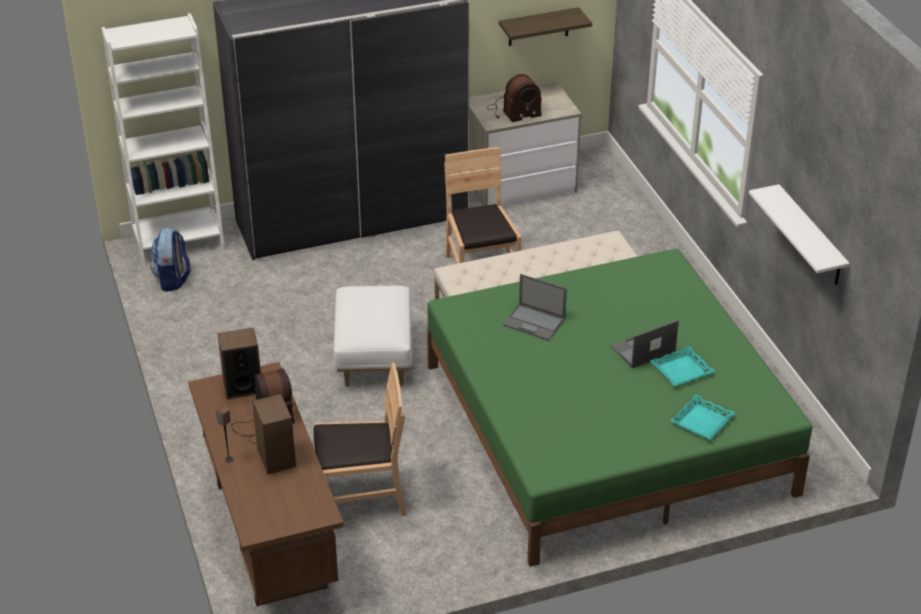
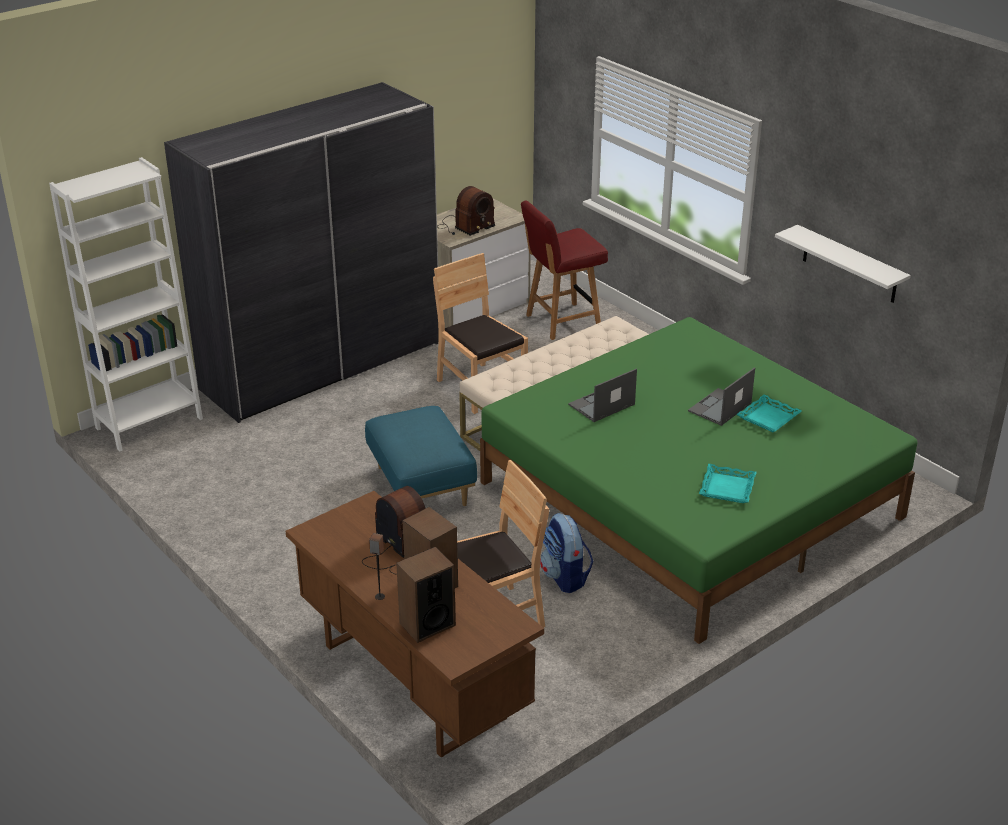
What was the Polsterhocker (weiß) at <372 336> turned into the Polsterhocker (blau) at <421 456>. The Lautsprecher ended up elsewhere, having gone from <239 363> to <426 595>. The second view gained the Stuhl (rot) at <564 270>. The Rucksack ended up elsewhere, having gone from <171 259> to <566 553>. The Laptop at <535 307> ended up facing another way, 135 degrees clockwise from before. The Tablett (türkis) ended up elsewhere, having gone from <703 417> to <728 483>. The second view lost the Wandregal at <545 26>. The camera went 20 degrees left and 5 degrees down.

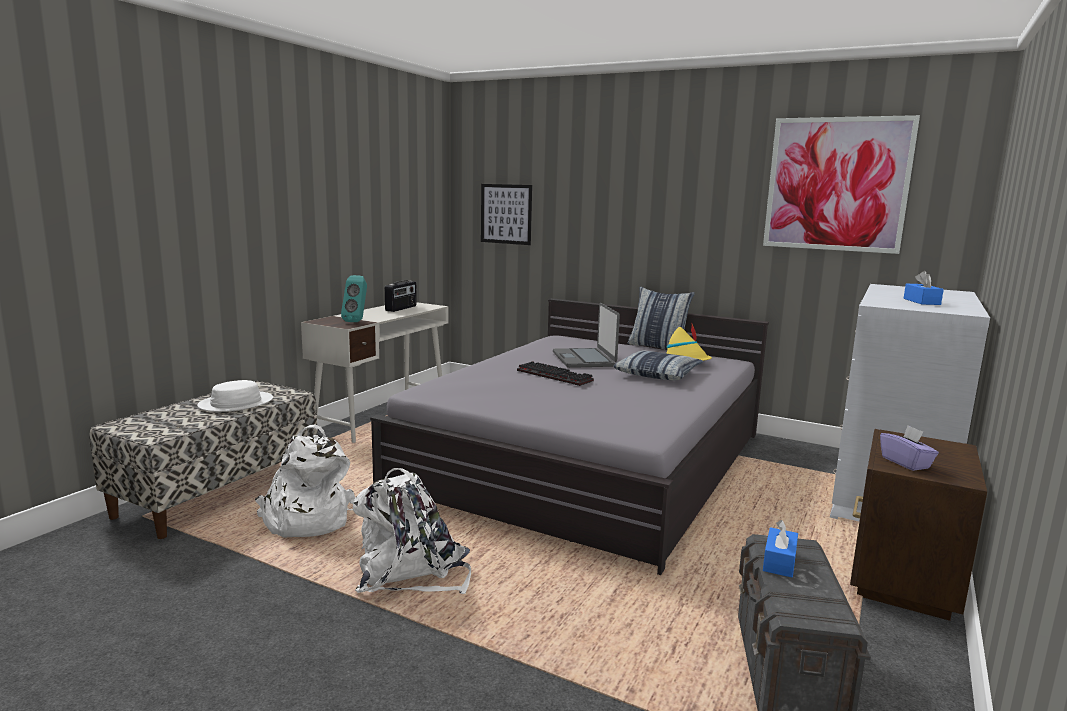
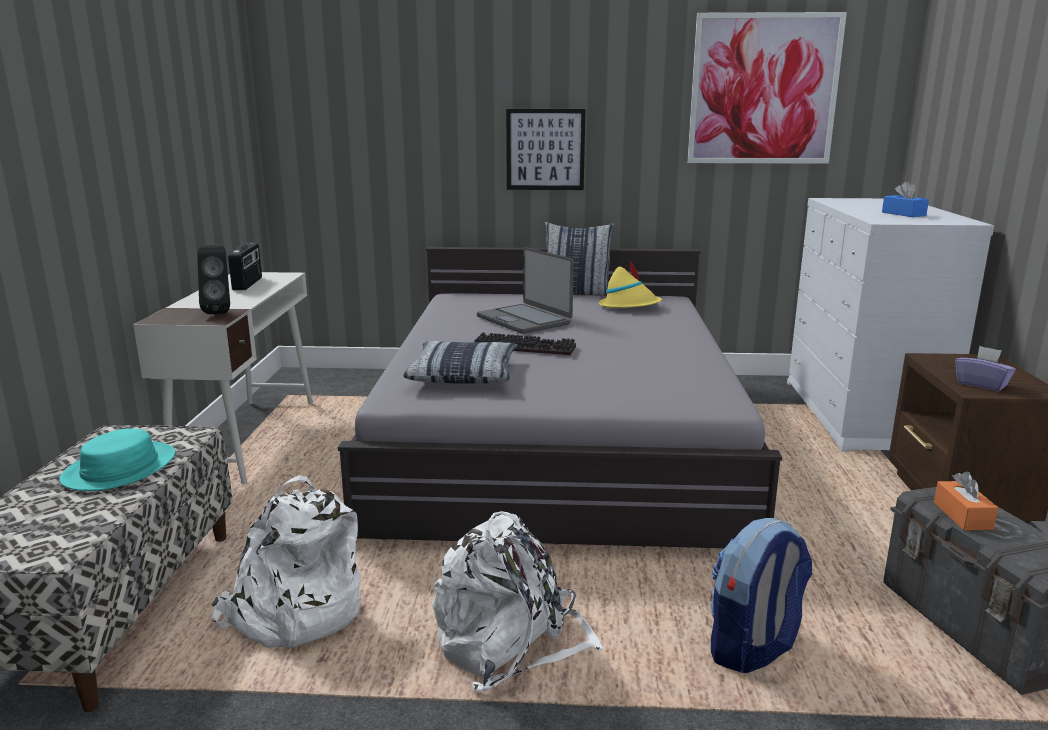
What was the Hut (weiß) at <235 396> turned into the Hut (türkis) at <117 460>. What was the Lautsprecher (türkis) at <354 298> turned into the Lautsprecher (schwarz) at <213 279>. The Kissen ended up elsewhere, having gone from <658 365> to <460 362>. The Bild ended up elsewhere, having gone from <506 214> to <545 149>. The second view gained the Rucksack at <761 595>. What was the Taschentuchbox (blau) at <780 549> turned into the Taschentuchbox (orange) at <966 501>. The camera went 25 degrees left and 5 degrees up.

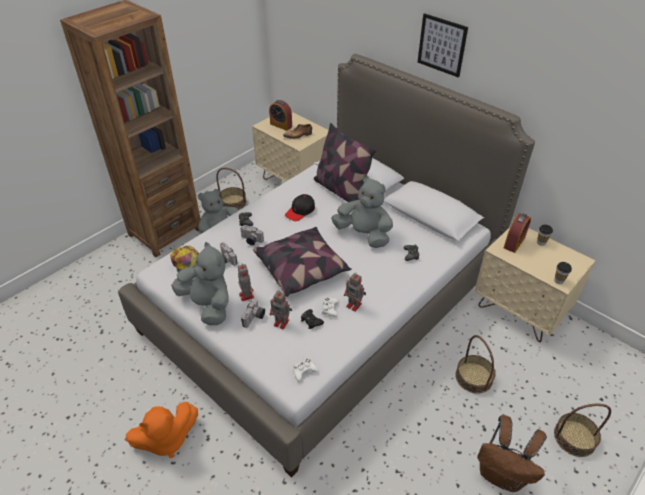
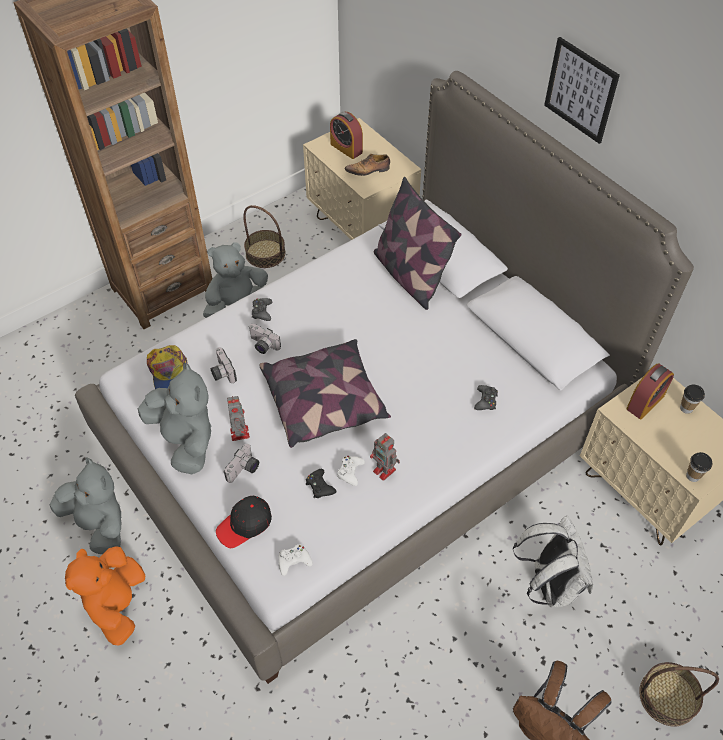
The Plüschtier (grau) ended up elsewhere, having gone from <362 211> to <85 505>. The Plüschtier (orange) at <162 430> ended up facing another way, 105 degrees clockwise from before. The Kappe (schwarz) ended up elsewhere, having gone from <300 207> to <244 522>. Where the Korb stood at <475 364>, the Rucksack (weiß) came to stand at <553 561>. The second view lost the Spielzeugroboter at <281 309>. The camera went 10 degrees right and 10 degrees up.

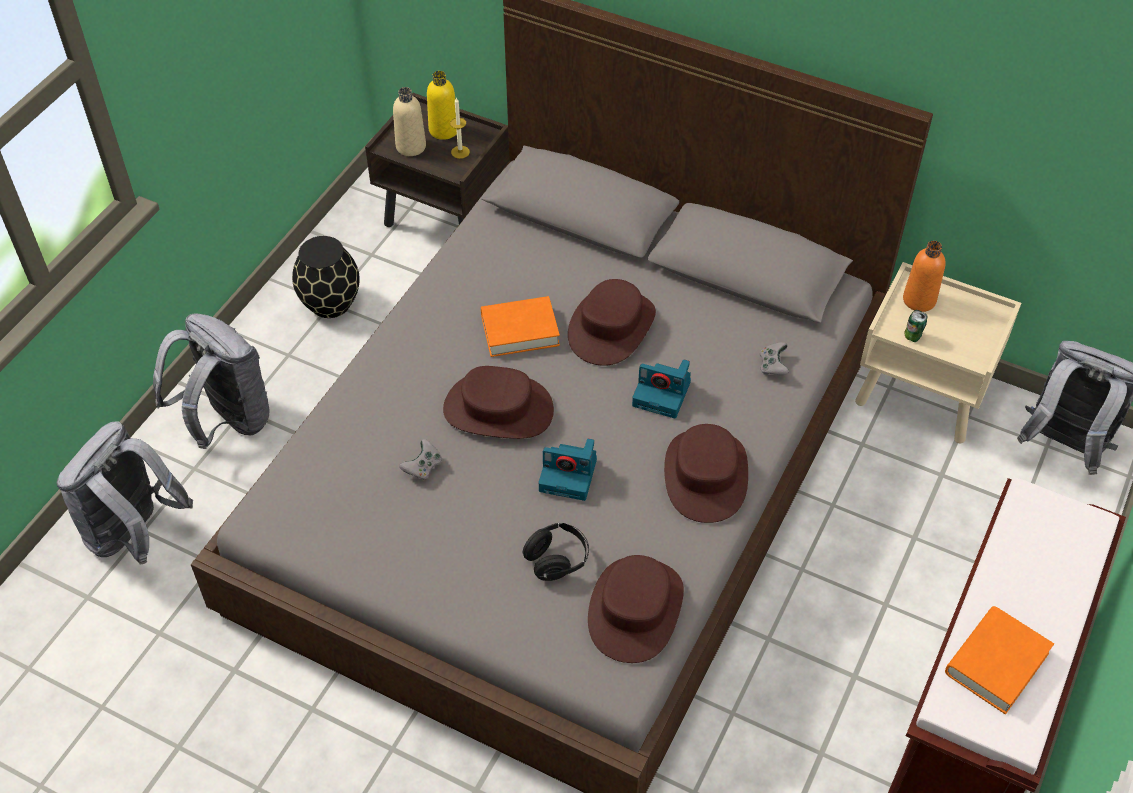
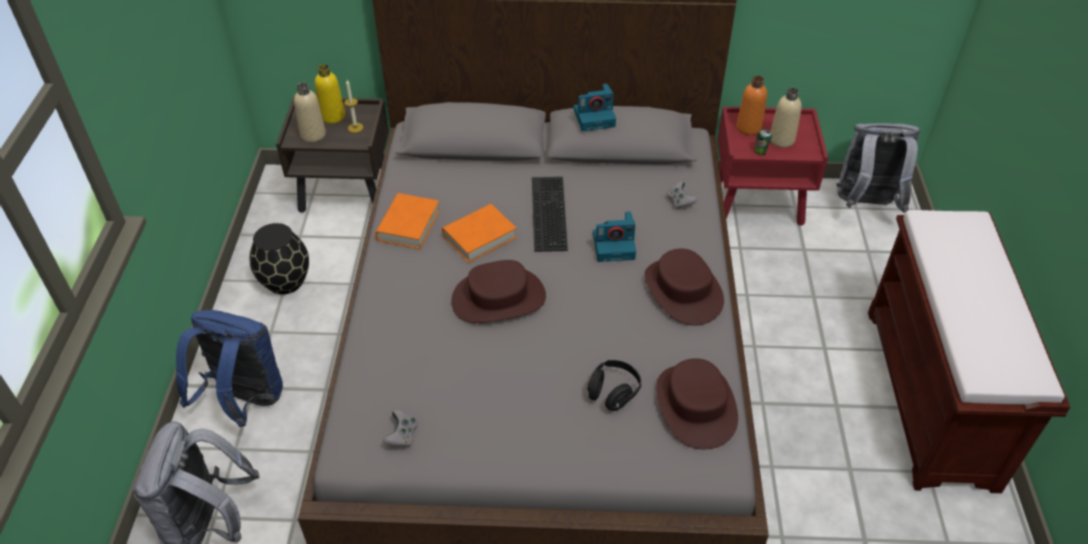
What was the Rucksack (grau) at <211 381> turned into the Rucksack (blau) at <229 368>. The Buch (orange) ended up elsewhere, having gone from <999 660> to <407 221>. The Gamepad (grau) ended up elsewhere, having gone from <420 459> to <400 428>. Where the Hut (braun) stood at <612 322>, the Tastatur came to stand at <550 214>. The Kamera ended up elsewhere, having gone from <567 470> to <594 107>. What was the Nachttisch (beige) at <938 352> turned into the Nachttisch (rot) at <772 166>. The second view gained the Flasche (beige) at <786 118>. The camera went 25 degrees left and 5 degrees down.

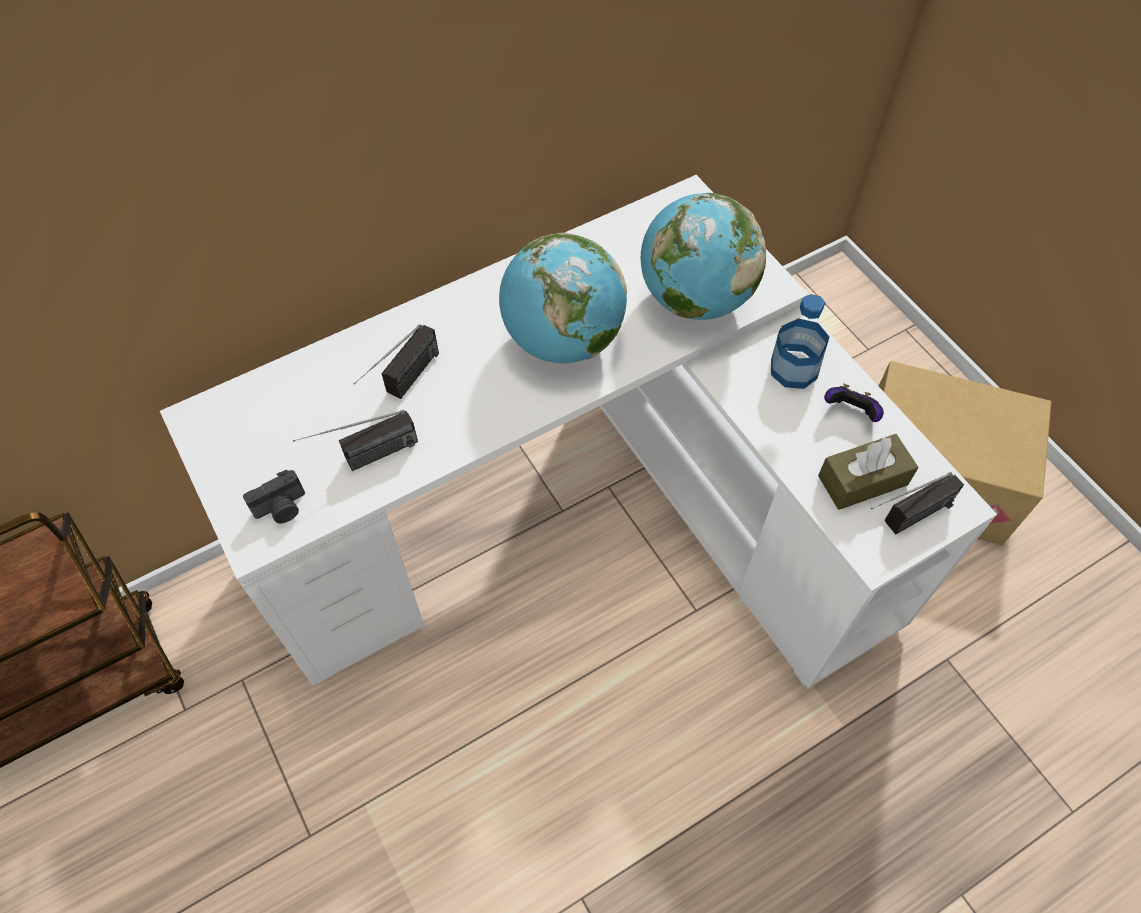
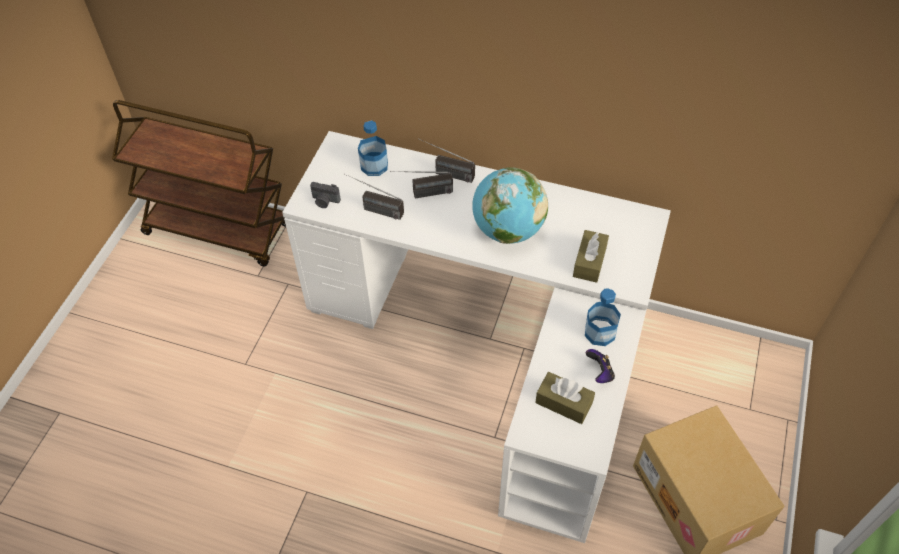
The second view gained the Flasche at <373 148>. The Radio ended up elsewhere, having gone from <917 503> to <446 160>. Where the Globus stood at <703 256>, the Taschentuchbox (braun) came to stand at <591 256>. The camera went 50 degrees right and 5 degrees down.

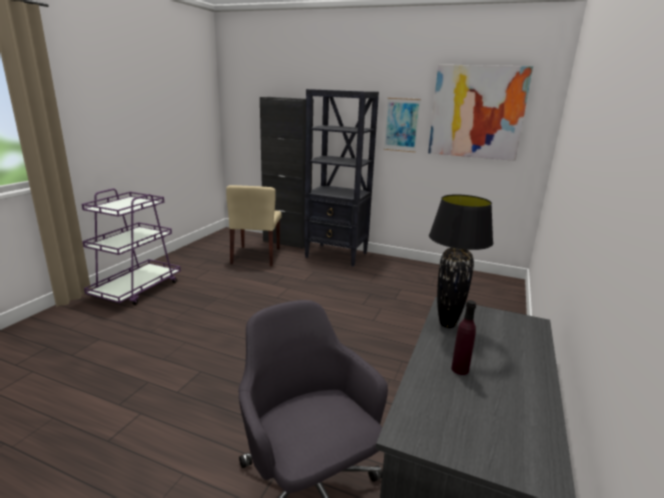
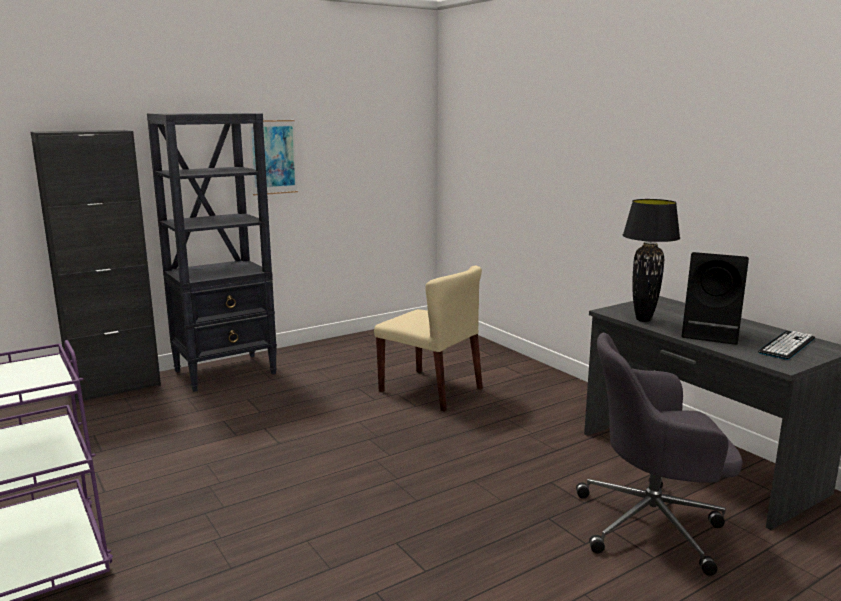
The Stuhl (beige) ended up elsewhere, having gone from <254 225> to <428 338>. Where the Flasche (lila) stood at <463 337>, the Lautsprecher (schwarz) came to stand at <715 298>. The second view gained the Tastatur at <786 345>. The second view lost the Bild at <480 113>. The camera went 55 degrees left and 5 degrees down.

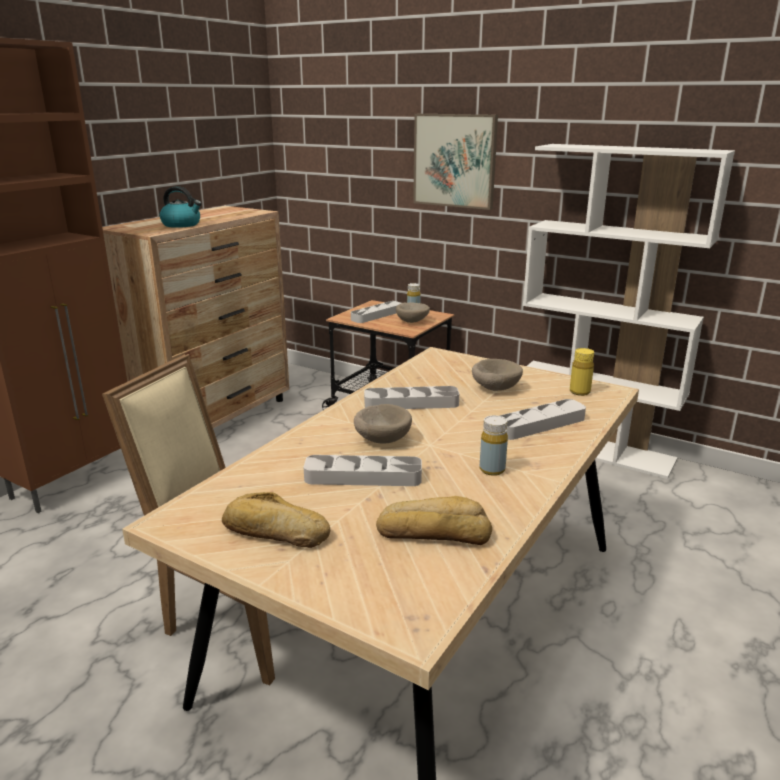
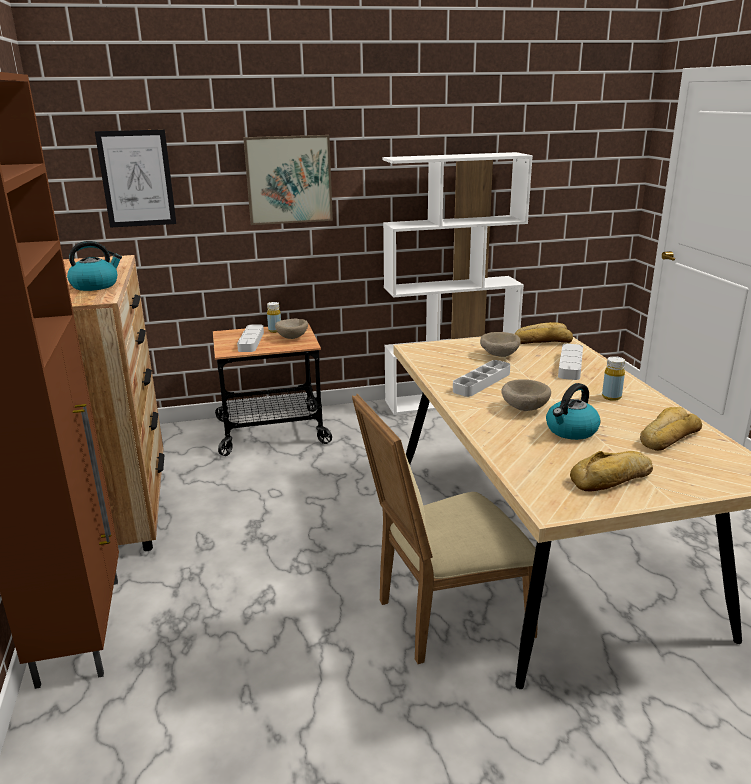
The second view gained the Bild at <135 178>. Where the Flasche (gelb) stood at <582 372>, the Brot came to stand at <544 333>. Where the Tablett (grau) stood at <363 470>, the Wasserkessel came to stand at <573 411>. The camera went 45 degrees left and 0 degrees up.

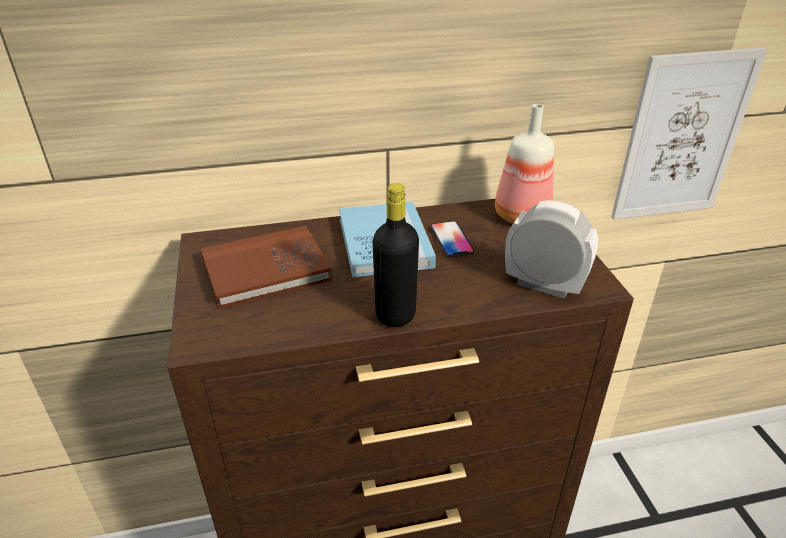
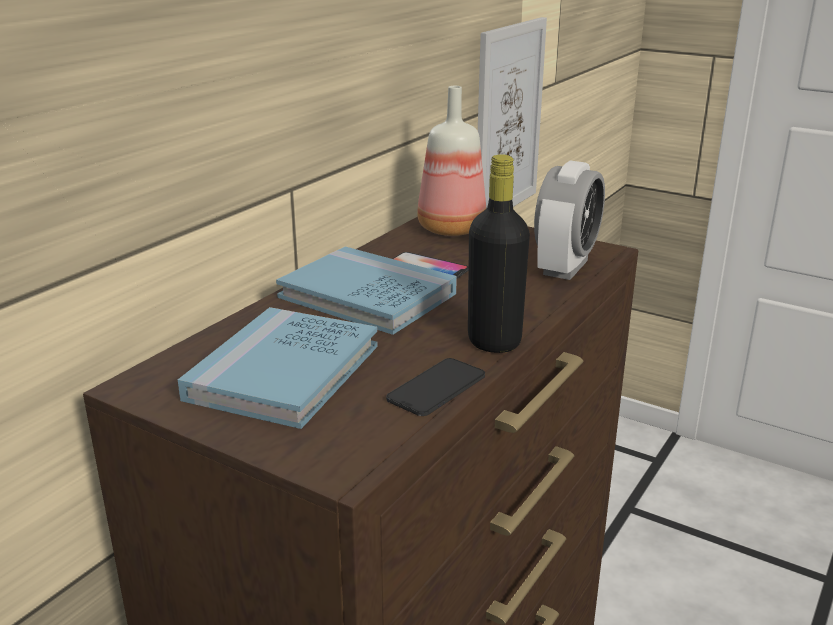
What was the Buch (braun) at <266 267> turned into the Buch (blau) at <278 368>. The second view gained the Handy at <435 387>. The Wecker at <551 249> ended up facing another way, 135 degrees clockwise from before. The camera went 45 degrees left and 10 degrees down.

